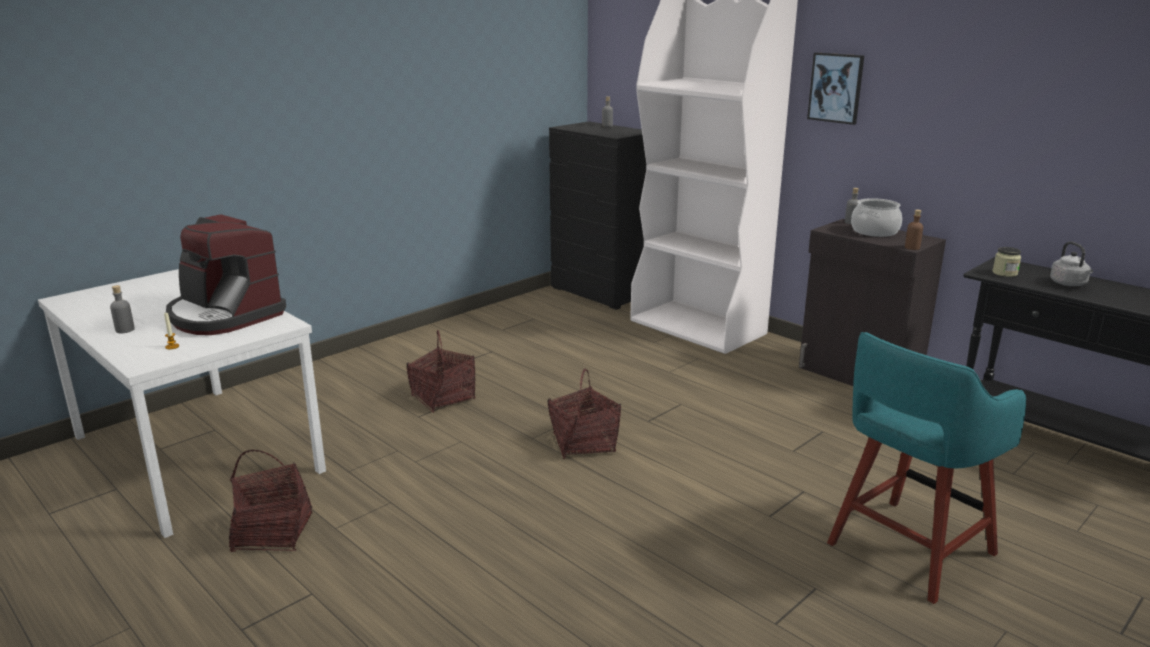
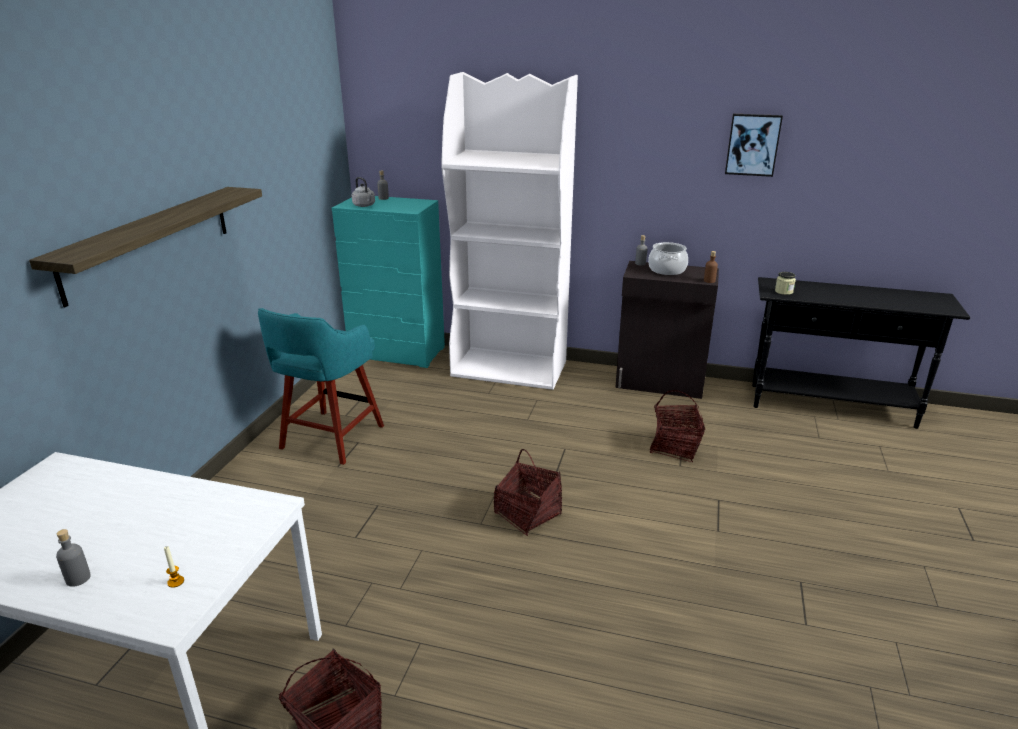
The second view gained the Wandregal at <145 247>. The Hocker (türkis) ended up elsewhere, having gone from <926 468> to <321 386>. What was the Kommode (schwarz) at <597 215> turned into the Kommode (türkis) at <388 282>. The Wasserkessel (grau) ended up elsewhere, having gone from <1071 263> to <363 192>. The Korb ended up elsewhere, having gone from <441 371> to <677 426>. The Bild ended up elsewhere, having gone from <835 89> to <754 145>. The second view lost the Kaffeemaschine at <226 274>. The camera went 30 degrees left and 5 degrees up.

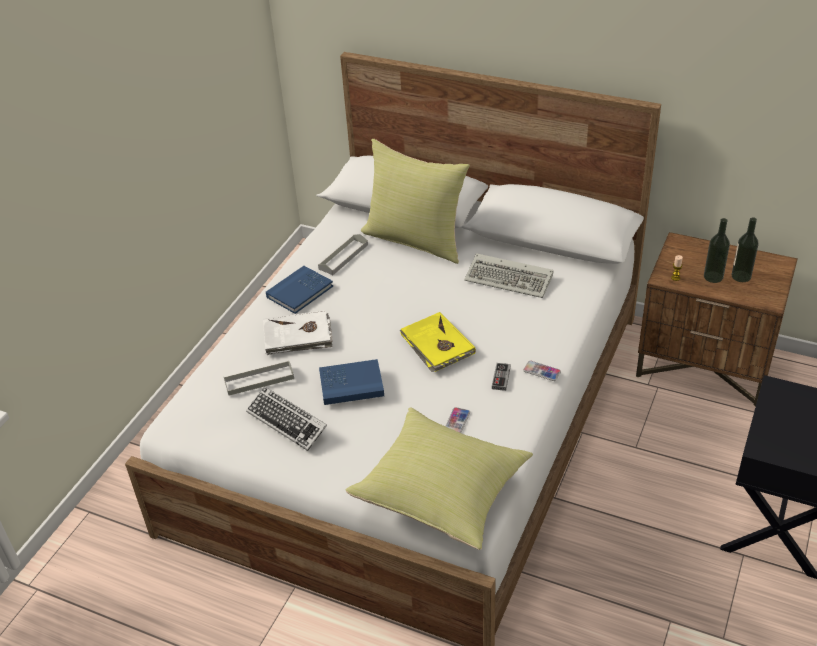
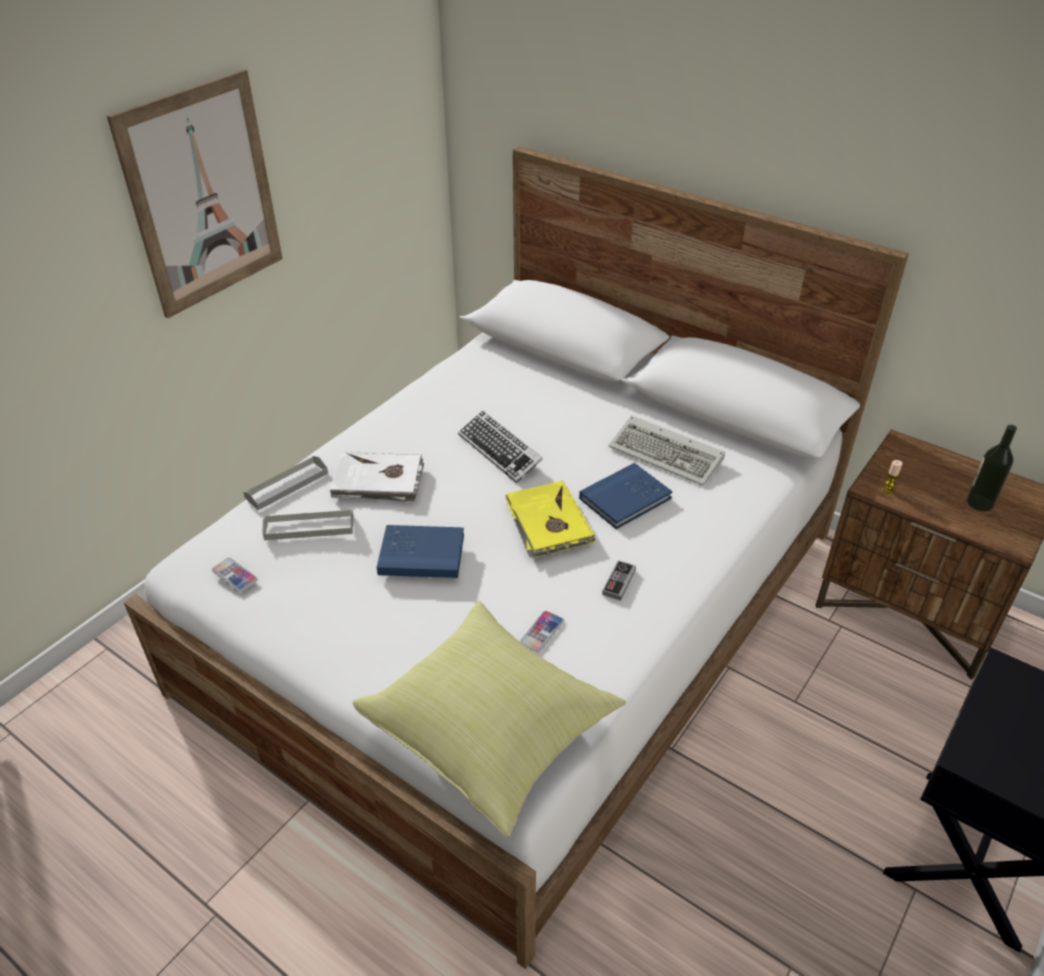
The second view gained the Bild at <195 193>. The Handy ended up elsewhere, having gone from <542 370> to <235 575>. The Tablett (grau) ended up elsewhere, having gone from <343 254> to <285 483>. The Tastatur ended up elsewhere, having gone from <286 418> to <500 447>. The Buch (blau) ended up elsewhere, having gone from <299 290> to <625 496>. The second view lost the Kissen (gelb) at <415 201>. The second view lost the Flasche at <717 250>. The camera went 10 degrees right and 0 degrees up.

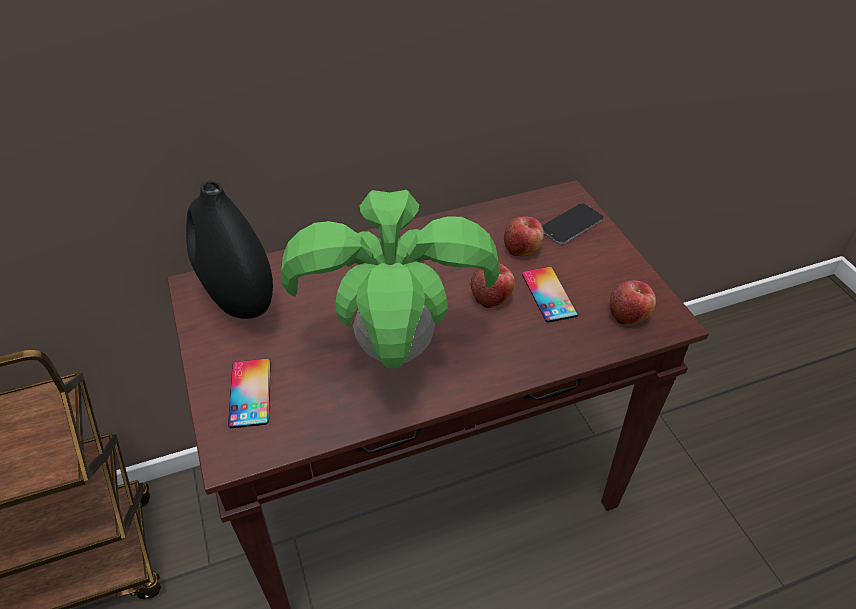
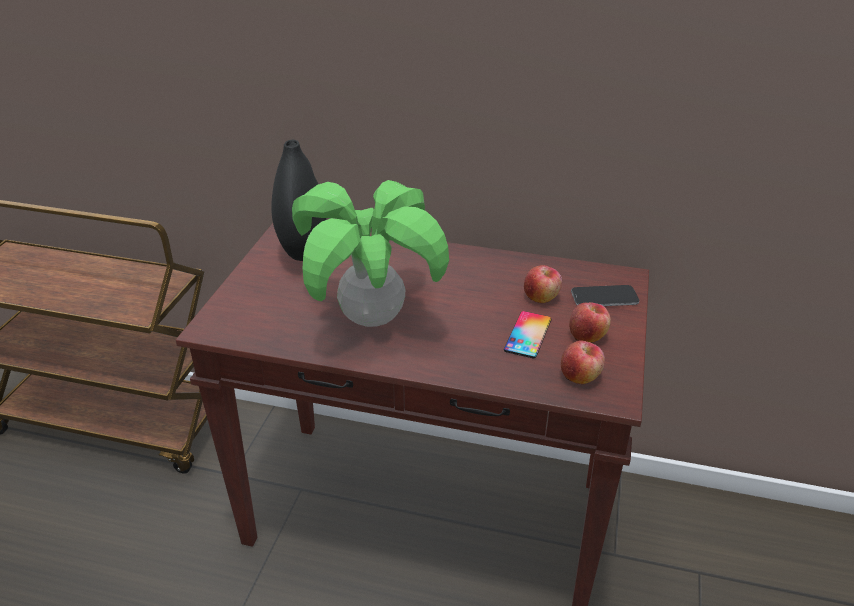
The Apfel ended up elsewhere, having gone from <493 286> to <590 322>. The second view lost the Handy at <249 393>. The camera went 35 degrees right and 10 degrees down.

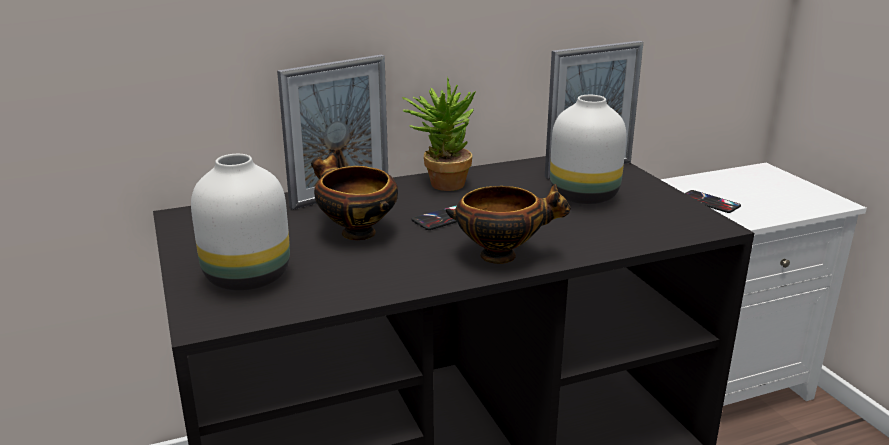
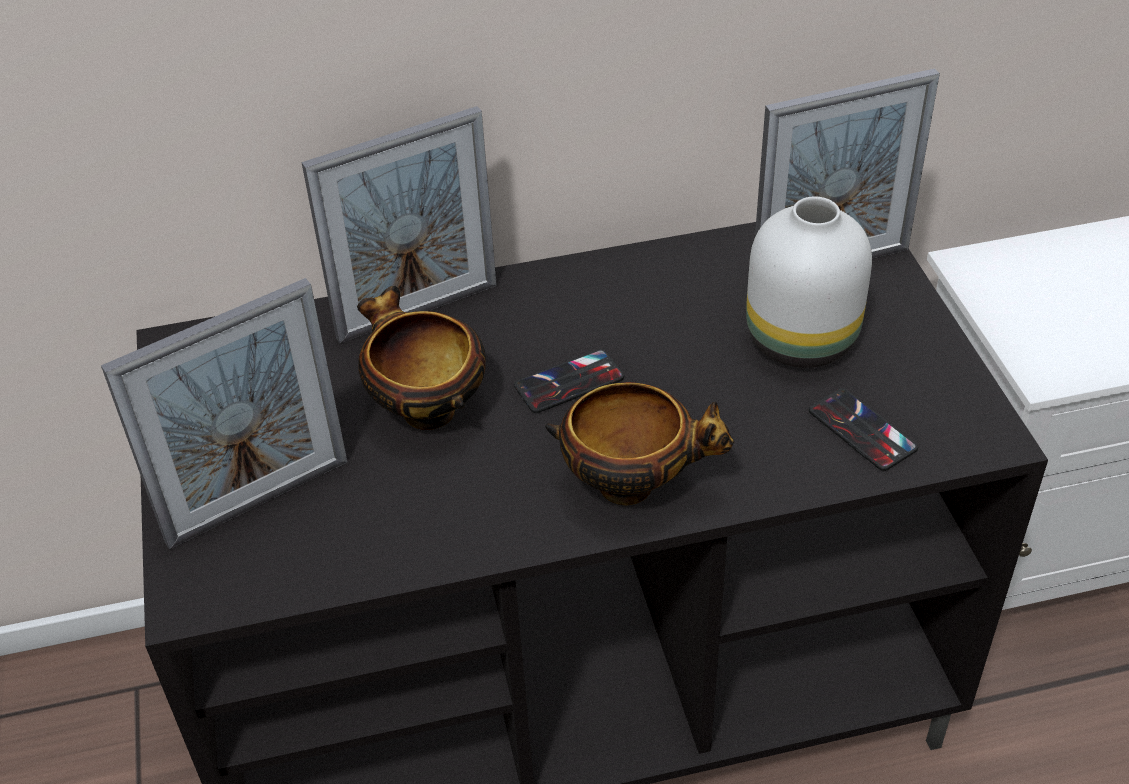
Where the Vase (weiß) stood at <240 222>, the Bilderrahmen came to stand at <224 413>. The Handy ended up elsewhere, having gone from <713 201> to <863 429>. The second view lost the Topfpflanze at <439 134>. The camera went 10 degrees right and 20 degrees up.

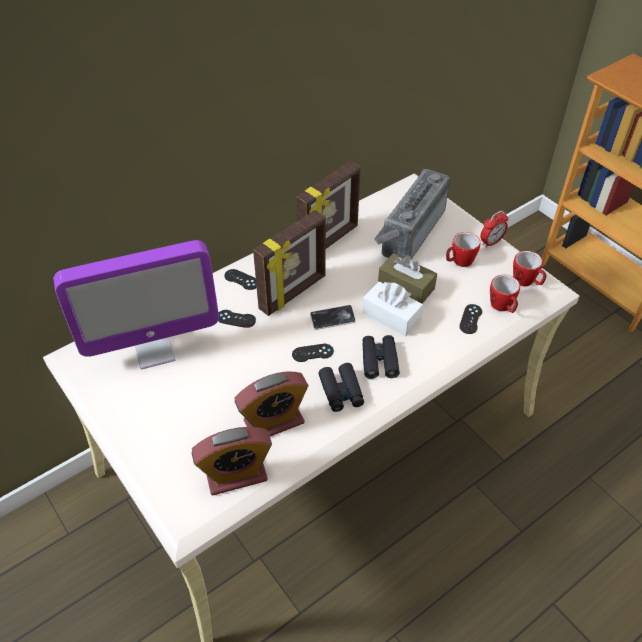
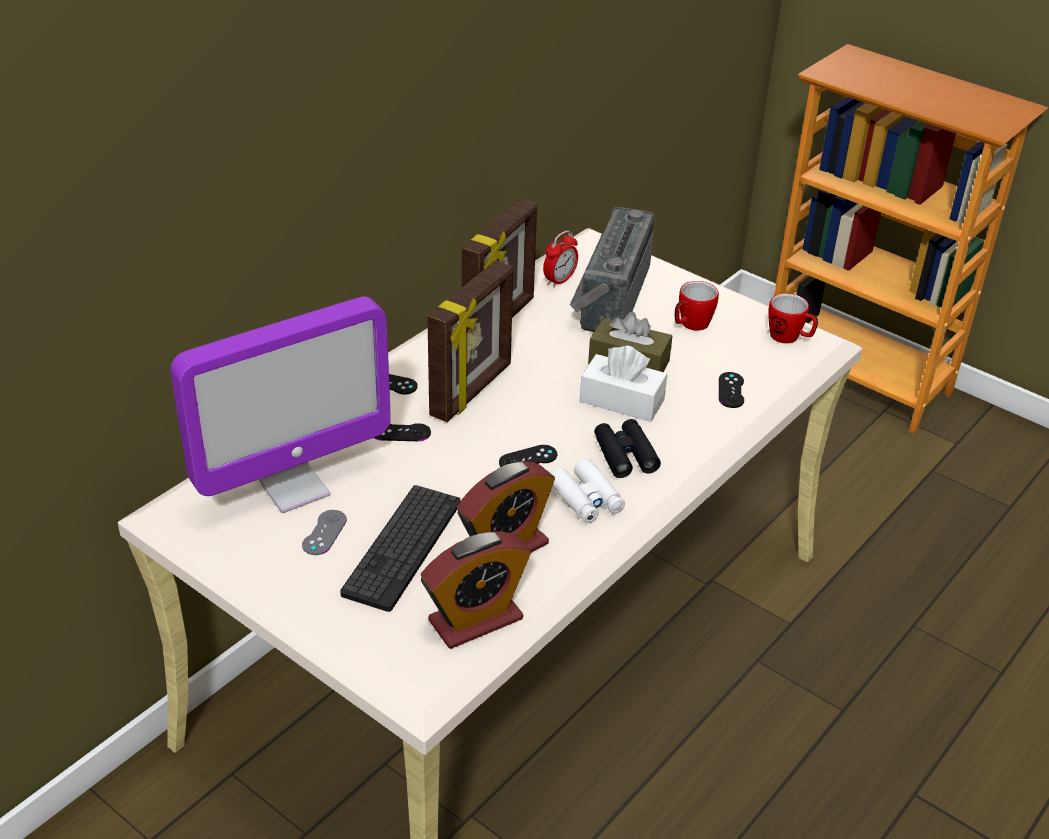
The second view gained the Gamepad (grau) at <324 532>. The second view gained the Tastatur at <400 548>. The Wecker ended up elsewhere, having gone from <494 229> to <560 259>. What was the Fernglas (schwarz) at <341 387> turned into the Fernglas (weiß) at <588 490>. The second view lost the Handy at <333 317>. The second view lost the Henkelbecher at <505 294>. The camera went 15 degrees left and 10 degrees down.

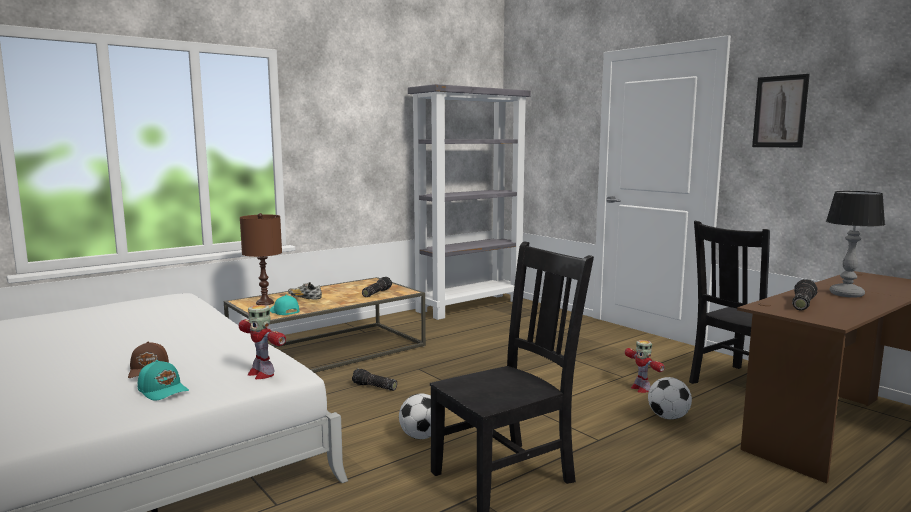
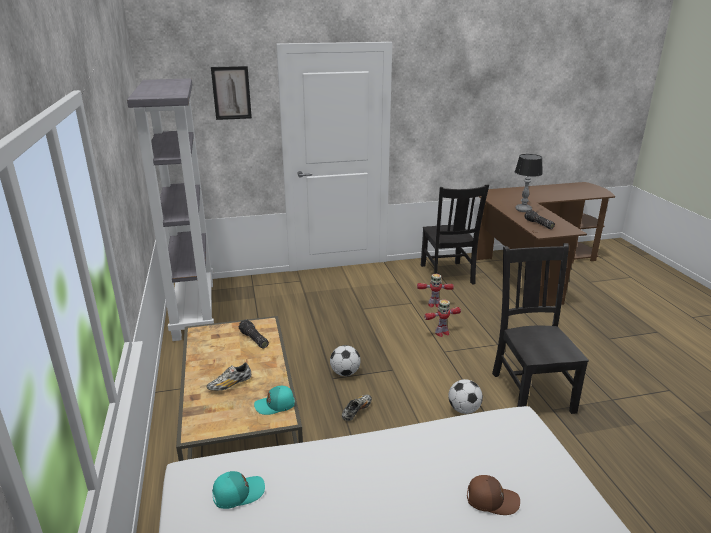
The Bild ended up elsewhere, having gone from <781 111> to <231 93>. The Kappe (türkis) ended up elsewhere, having gone from <163 380> to <238 490>. The Fußball ended up elsewhere, having gone from <670 398> to <345 360>. Where the Taschenlampe stood at <374 380>, the Schuh came to stand at <357 408>. The Spielzeugroboter ended up elsewhere, having gone from <262 342> to <442 318>. The second view lost the Tischlampe (braun) at <261 259>. The camera went 65 degrees left and 15 degrees up.

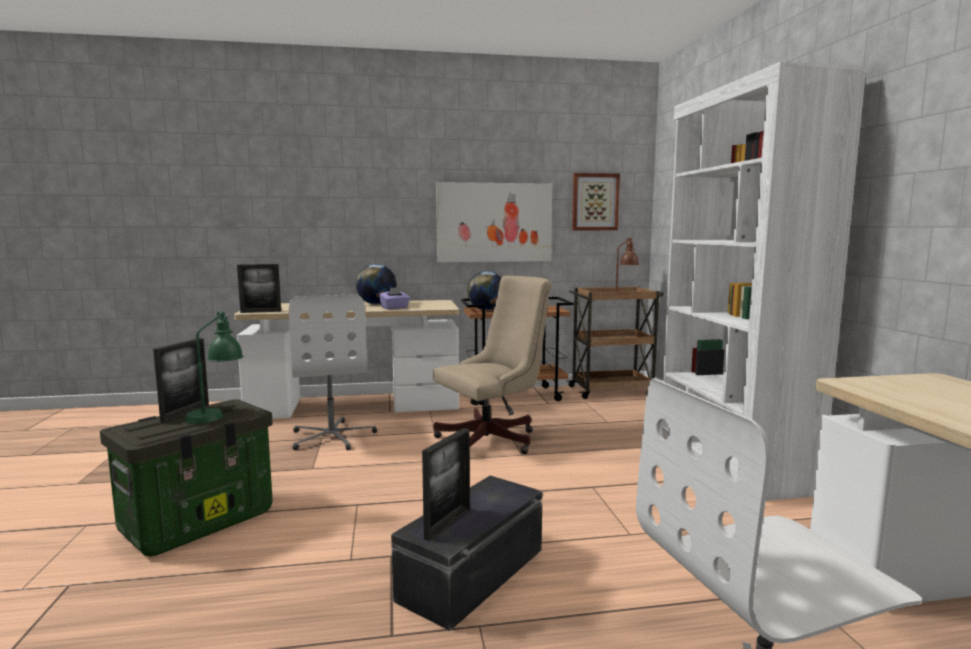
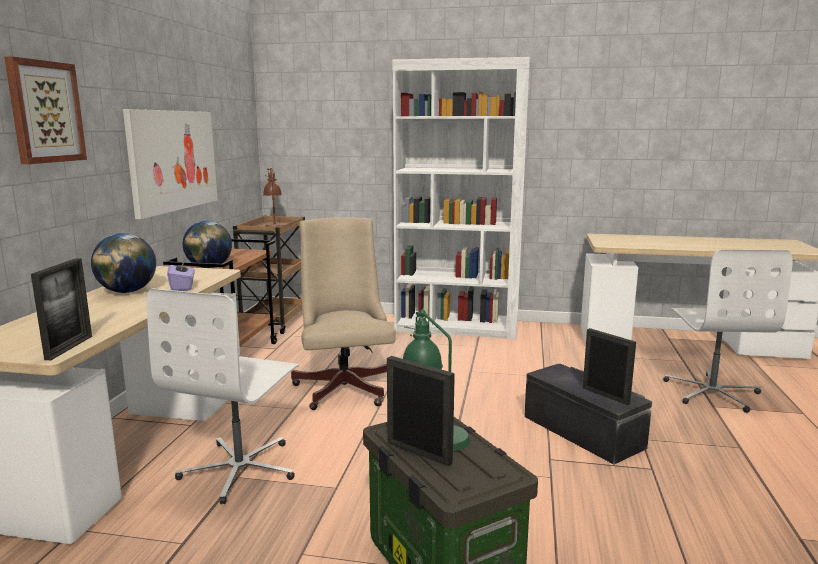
The Bild ended up elsewhere, having gone from <596 201> to <45 110>. The Bürostuhl (weiß) at <333 372> ended up facing another way, 105 degrees clockwise from before. The camera went 70 degrees left and 5 degrees up.

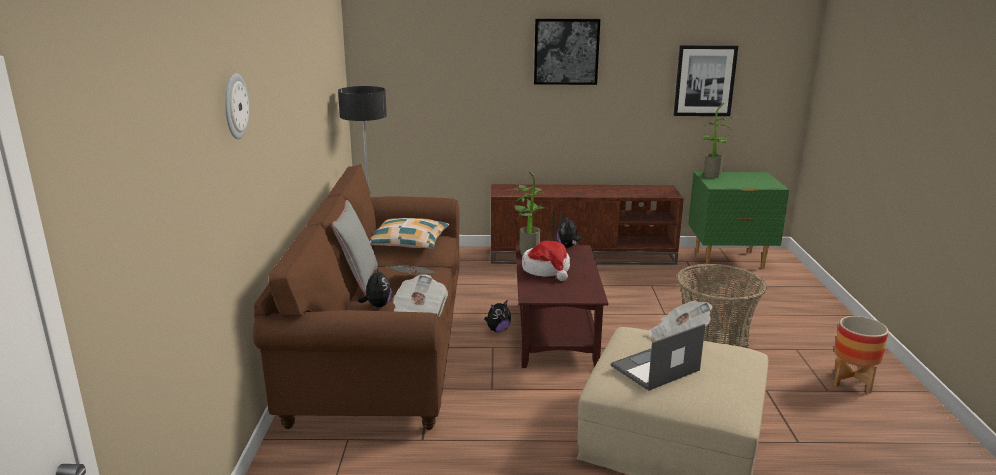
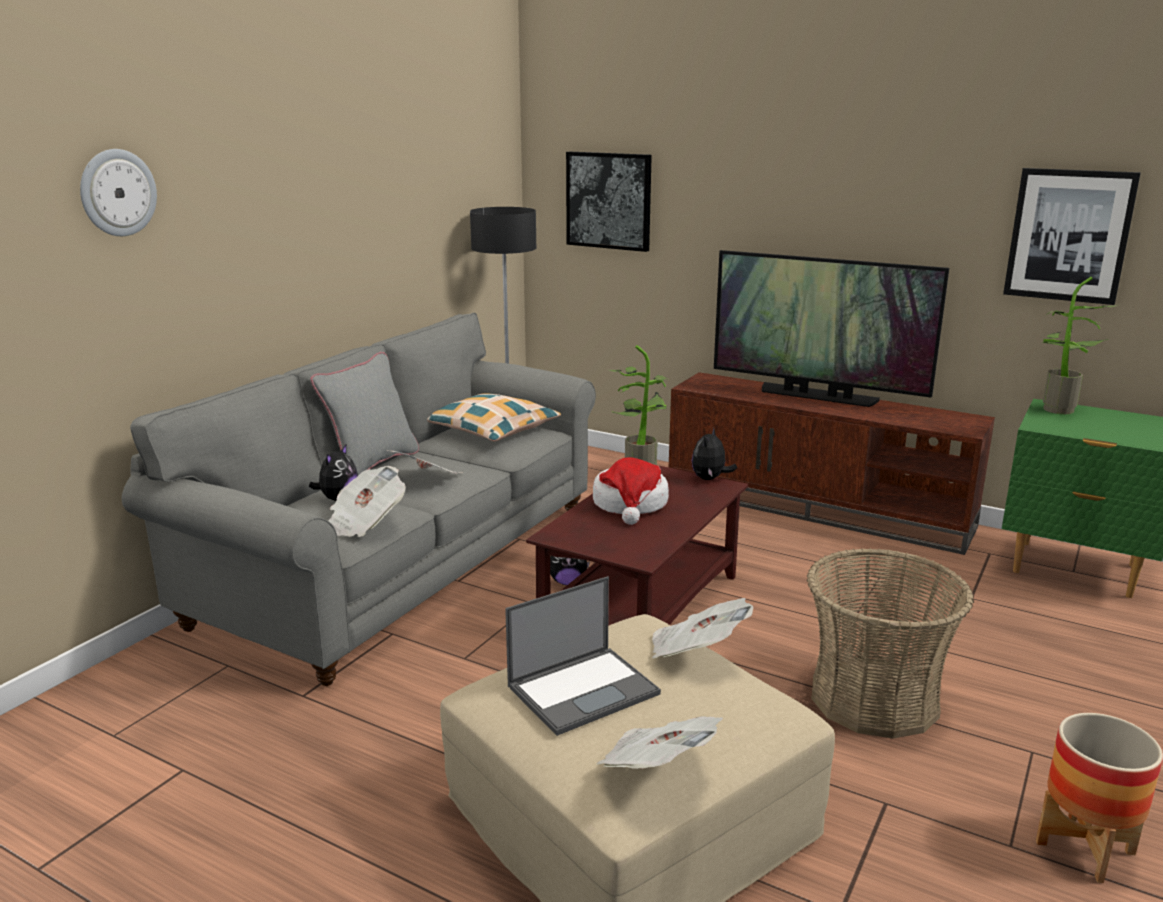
What was the Sofa (braun) at <356 297> turned into the Sofa (grau) at <359 499>. The Laptop at <658 357> ended up facing another way, 150 degrees clockwise from before. The Bild ended up elsewhere, having gone from <567 52> to <609 202>. The second view gained the Zeitung at <660 742>. The second view gained the Fernseher at <831 328>. The camera went 30 degrees right and 0 degrees up.

